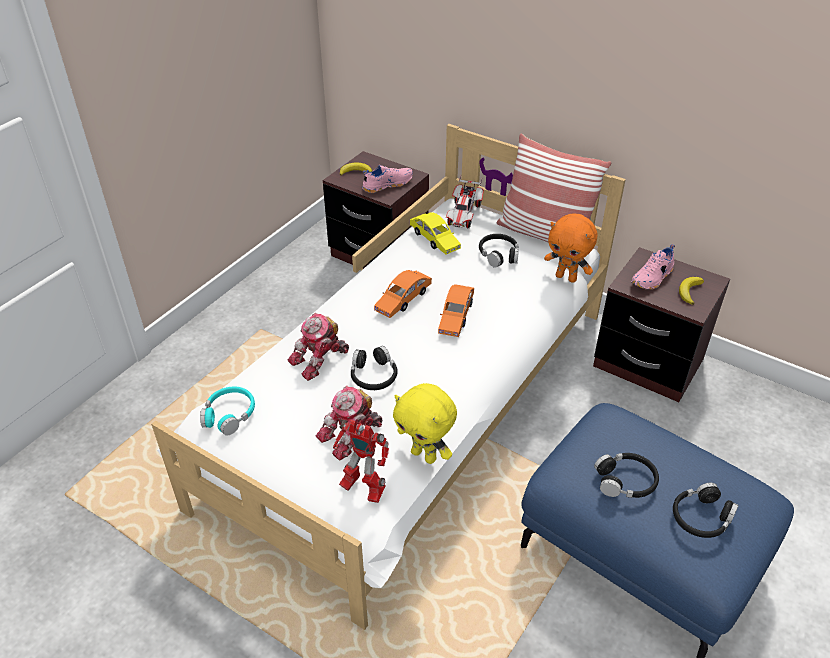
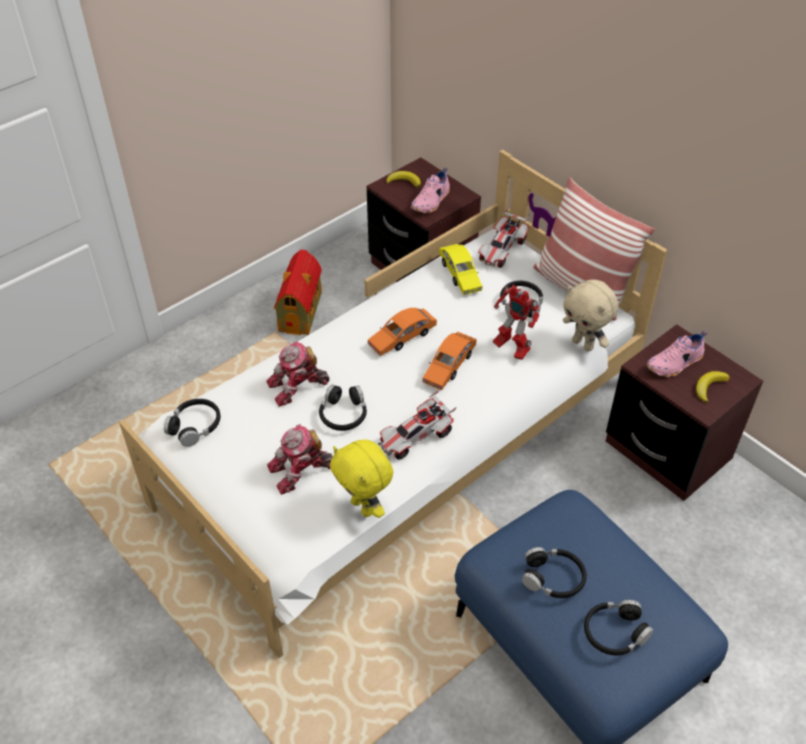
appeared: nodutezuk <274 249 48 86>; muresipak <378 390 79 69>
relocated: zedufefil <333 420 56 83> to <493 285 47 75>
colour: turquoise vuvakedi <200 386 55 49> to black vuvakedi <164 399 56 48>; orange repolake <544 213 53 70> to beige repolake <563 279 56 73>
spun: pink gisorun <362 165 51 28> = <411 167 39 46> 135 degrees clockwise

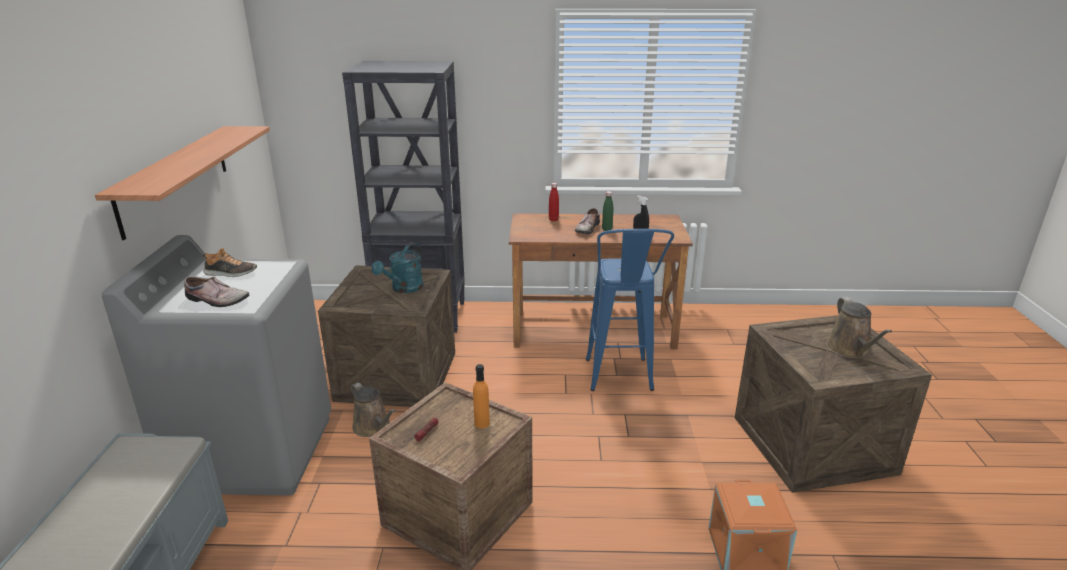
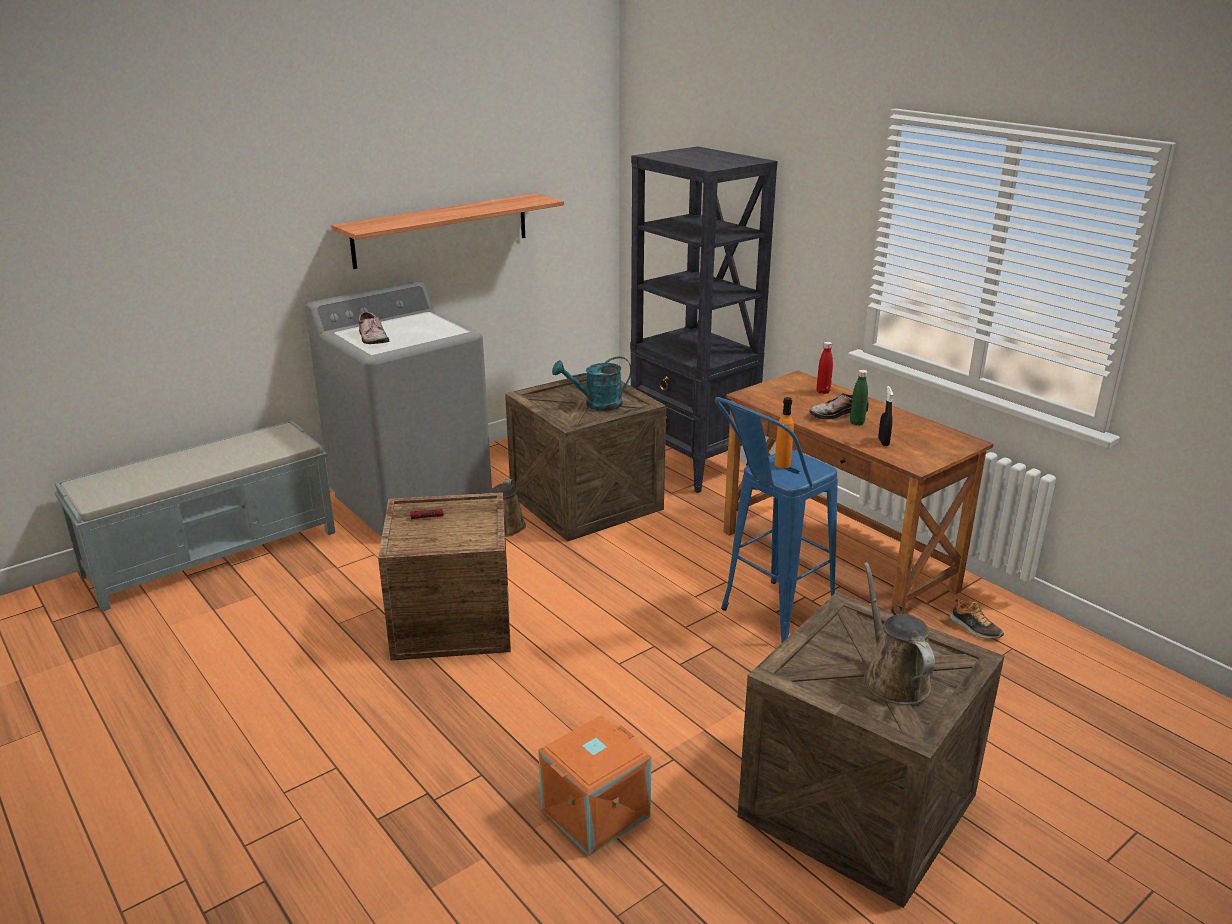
relocated: gisorun <203 248 54 29> to <949 598 55 41>; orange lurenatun <473 364 17 65> to <775 397 19 71>
spun: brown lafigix <826 297 66 61> = <864 562 71 143> 120 degrees clockwise

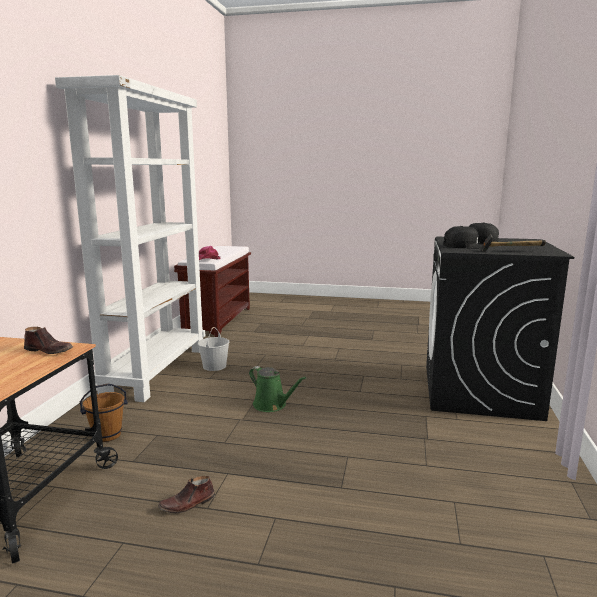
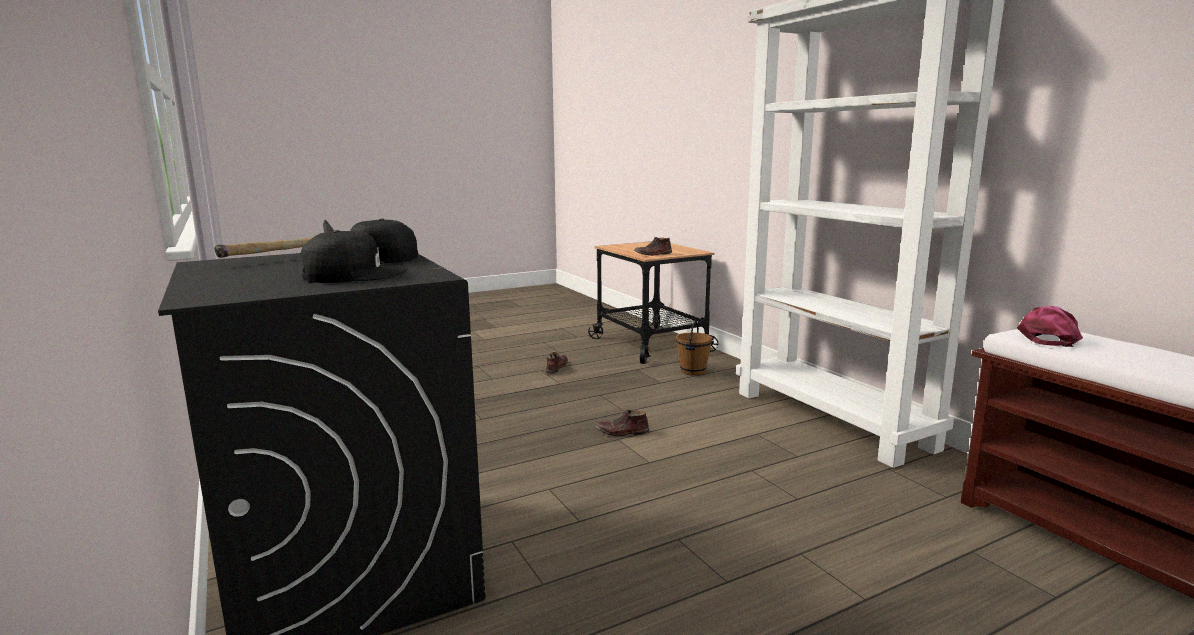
missing: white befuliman <198 327 31 44>
exchanged: green lafigix <249 366 57 46> to brown gisorun <595 410 54 26>

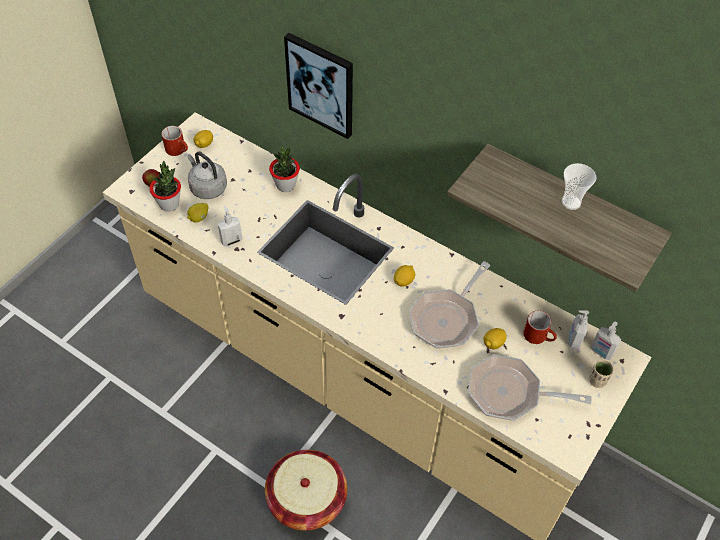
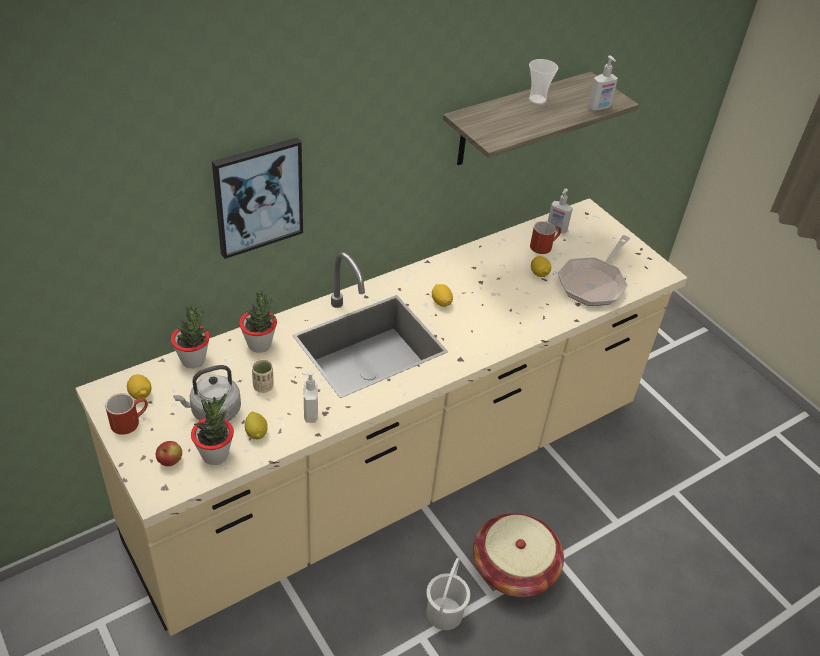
missing: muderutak <409 261 82 88>
appeared: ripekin <171 303 39 65>; white befuliman <426 558 44 72>
relocated: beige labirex <589 360 25 28> to <252 359 21 34>; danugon <591 322 30 38> to <588 55 30 56>

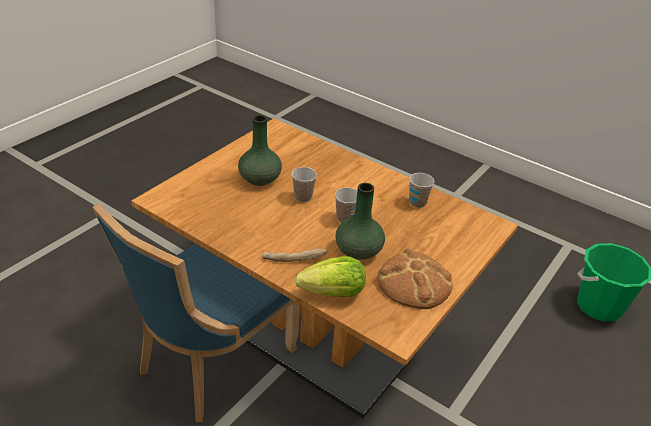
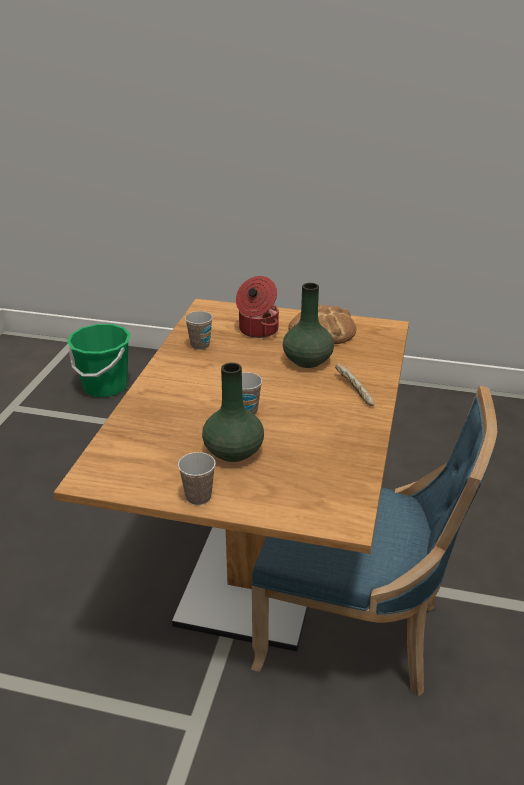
missing: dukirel <295 256 71 41>
appeared: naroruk <236 276 43 62>
relocated: labirex <335 187 22 36> to <178 452 38 53>

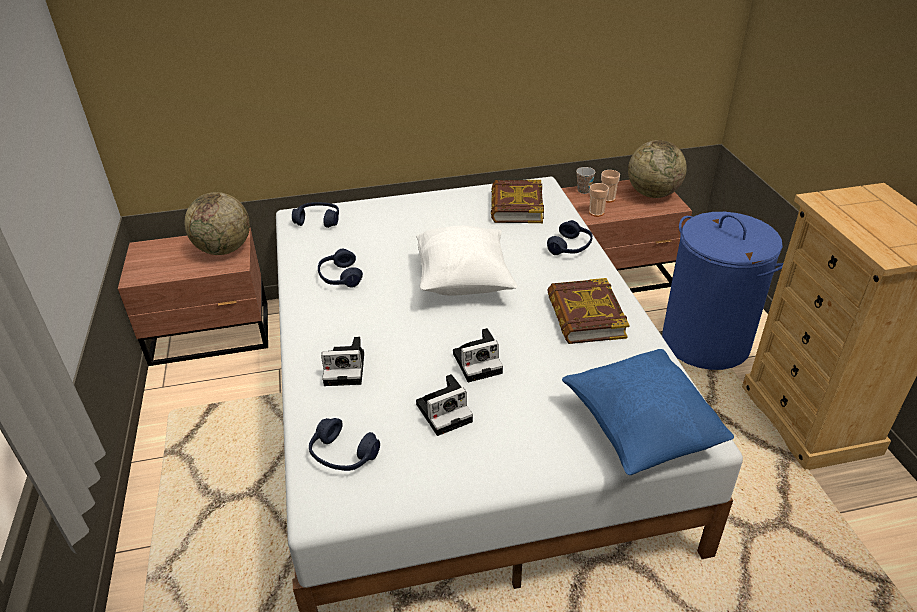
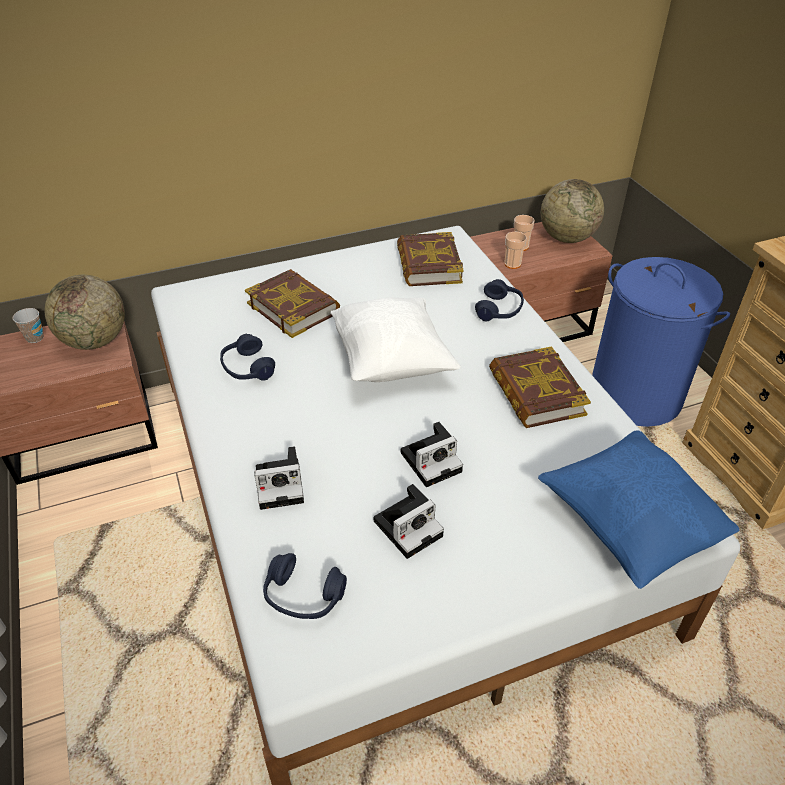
missing: blue vuvakedi <292 202 47 26>
appeared: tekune <245 269 95 69>
relocated: labirex <576 167 19 27> to <12 308 32 35>

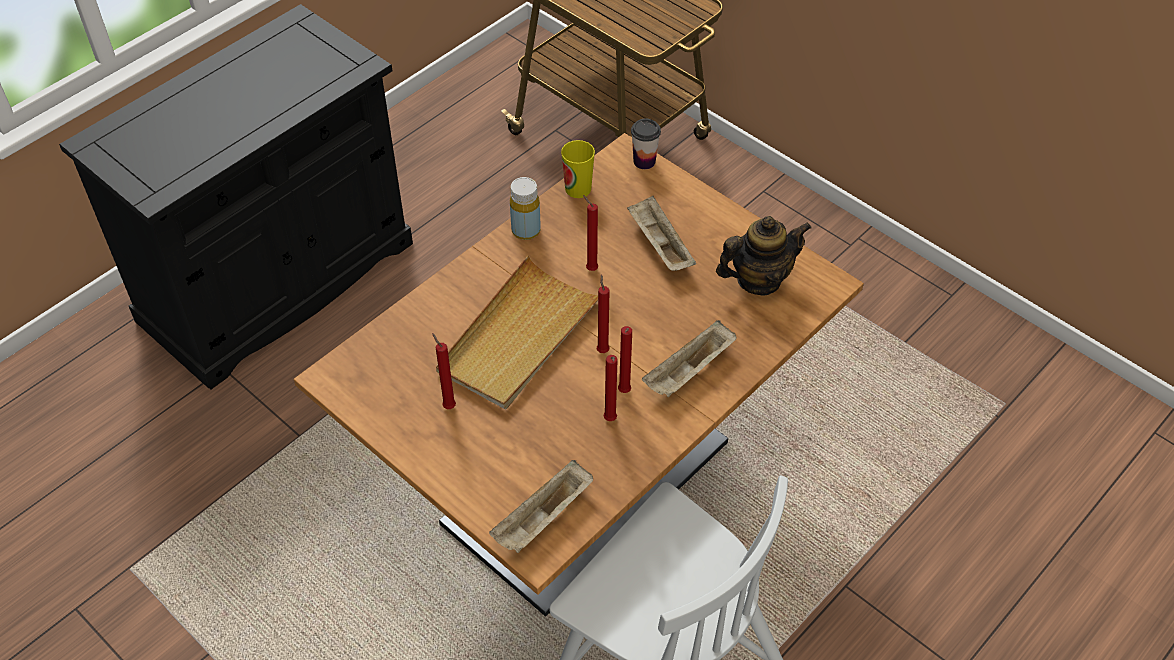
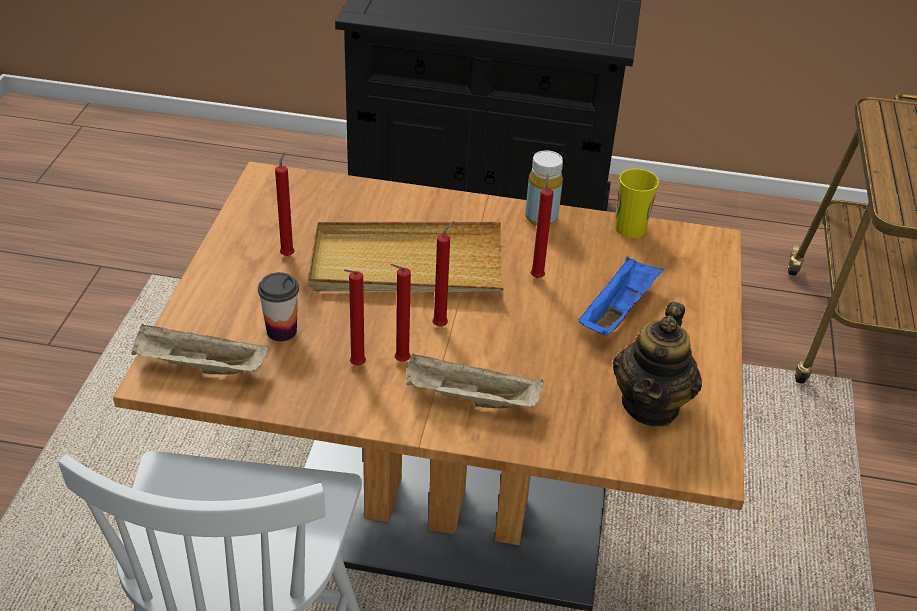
relocated: labirex <631 119 30 50> to <258 272 41 69>
colour: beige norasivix <627 196 69 75> to blue norasivix <578 257 86 79>
spun: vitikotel <716 216 96 80> = <613 302 89 125> 75 degrees clockwise

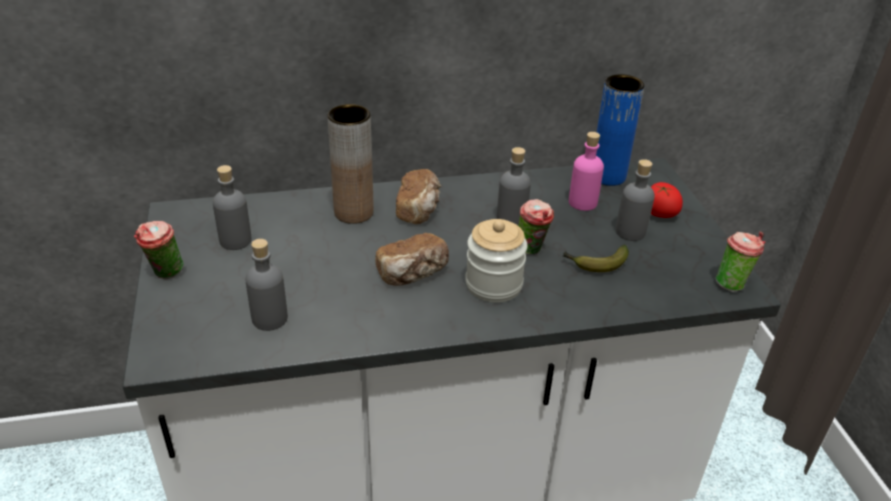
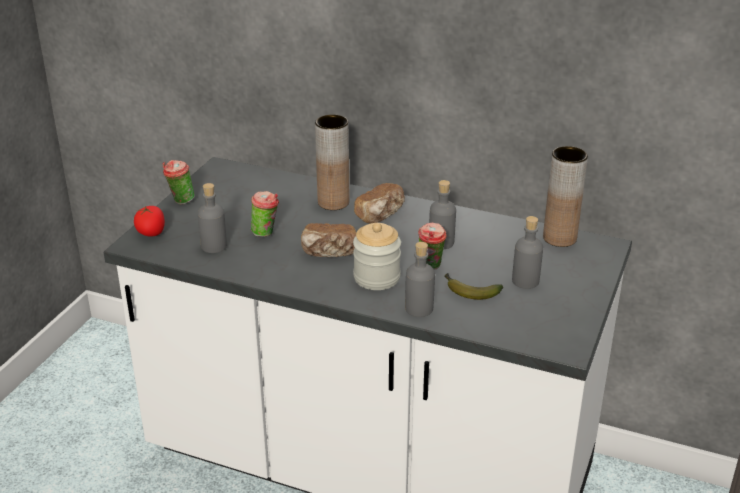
missing: pink lurenatun <569 132 35 79>
relocated: grey lurenatun <213 165 39 85> to <405 242 30 75>; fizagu <651 182 32 36> to <134 206 31 31>; labirex <715 232 50 60> to <251 191 28 46>
colour: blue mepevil <596 74 49 112> to brown mepevil <543 146 45 101>

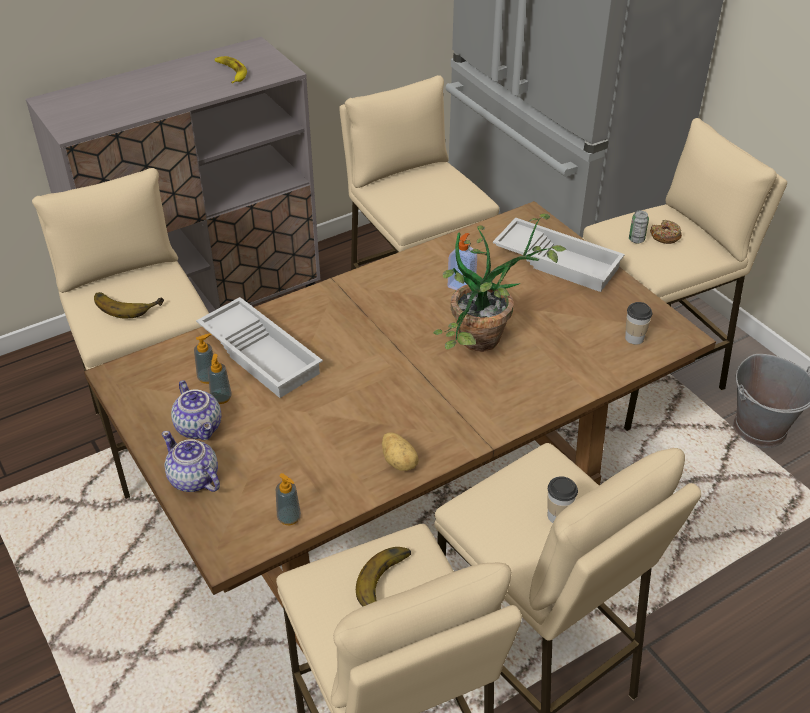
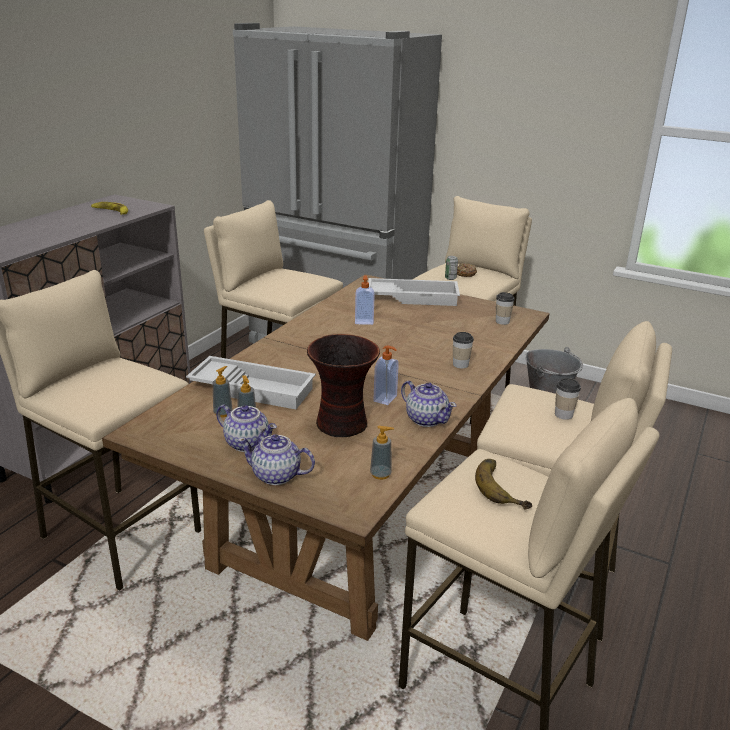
missing: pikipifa <94 292 70 27>; ripekin <433 214 133 138>
appeared: mepevil <307 334 73 103>; danugon <374 346 25 59>; labirex <453 332 21 36>
exchanged: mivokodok <382 433 37 38> to vitikotel <401 381 56 46>

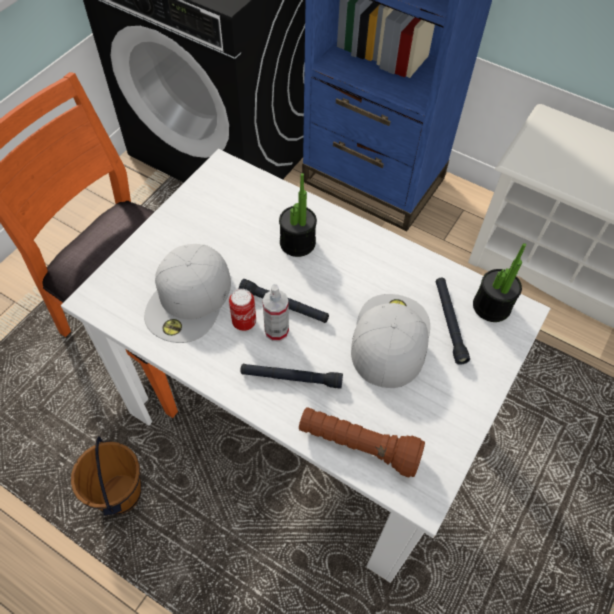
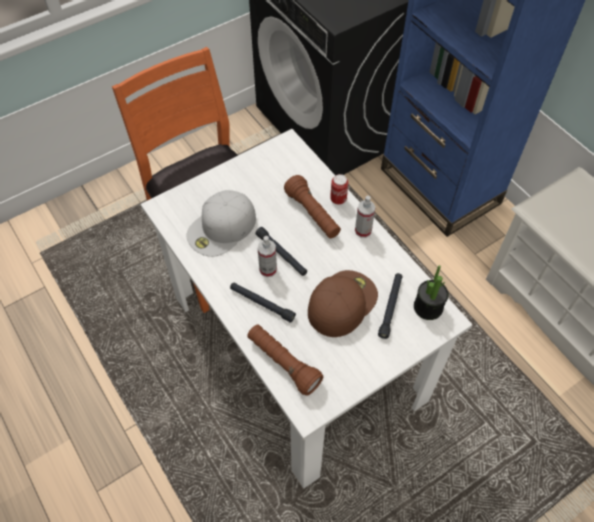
missing: brown befuliman <71 436 71 80>
appeared: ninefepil <355 196 21 42>
relocated: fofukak <229 289 27 42> to <330 174 18 30>
exchanged: ripekin <279 173 38 84> to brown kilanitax <284 175 57 63>
colour: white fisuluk <351 294 79 94> to brown fisuluk <308 270 70 67>

